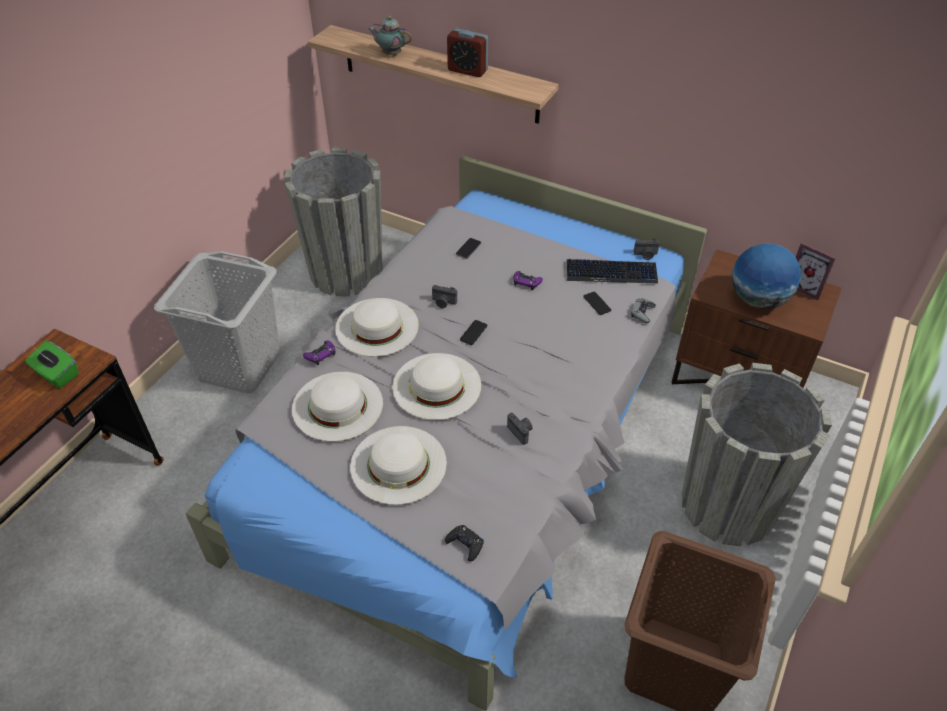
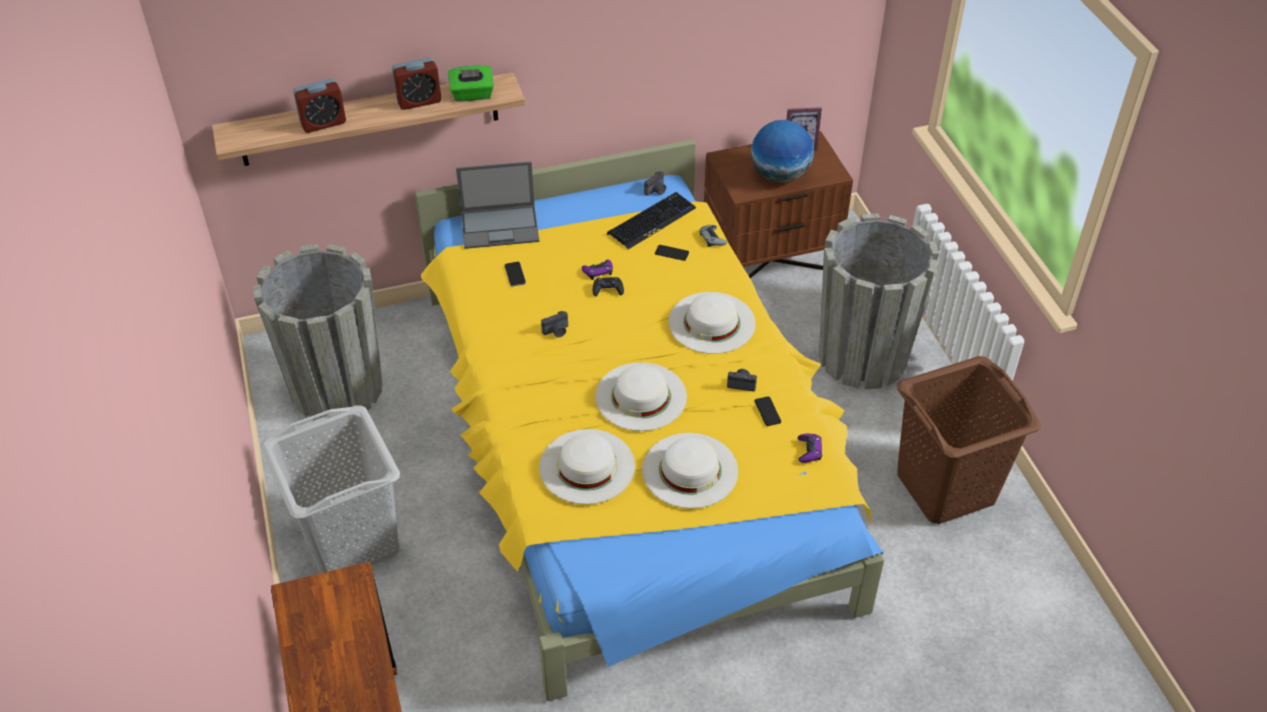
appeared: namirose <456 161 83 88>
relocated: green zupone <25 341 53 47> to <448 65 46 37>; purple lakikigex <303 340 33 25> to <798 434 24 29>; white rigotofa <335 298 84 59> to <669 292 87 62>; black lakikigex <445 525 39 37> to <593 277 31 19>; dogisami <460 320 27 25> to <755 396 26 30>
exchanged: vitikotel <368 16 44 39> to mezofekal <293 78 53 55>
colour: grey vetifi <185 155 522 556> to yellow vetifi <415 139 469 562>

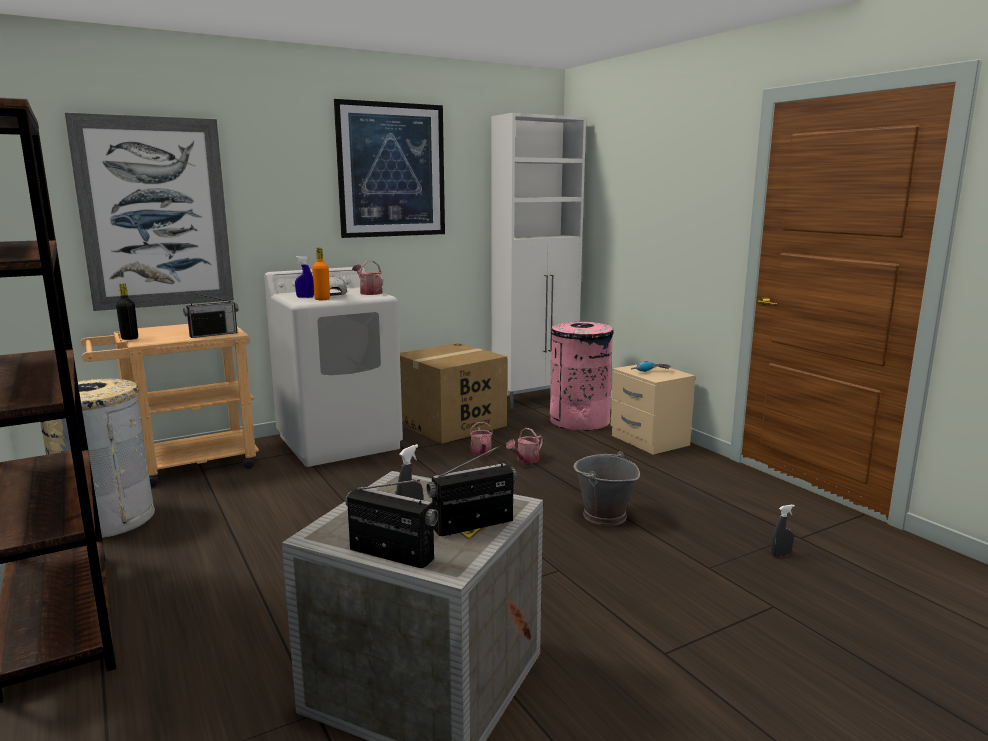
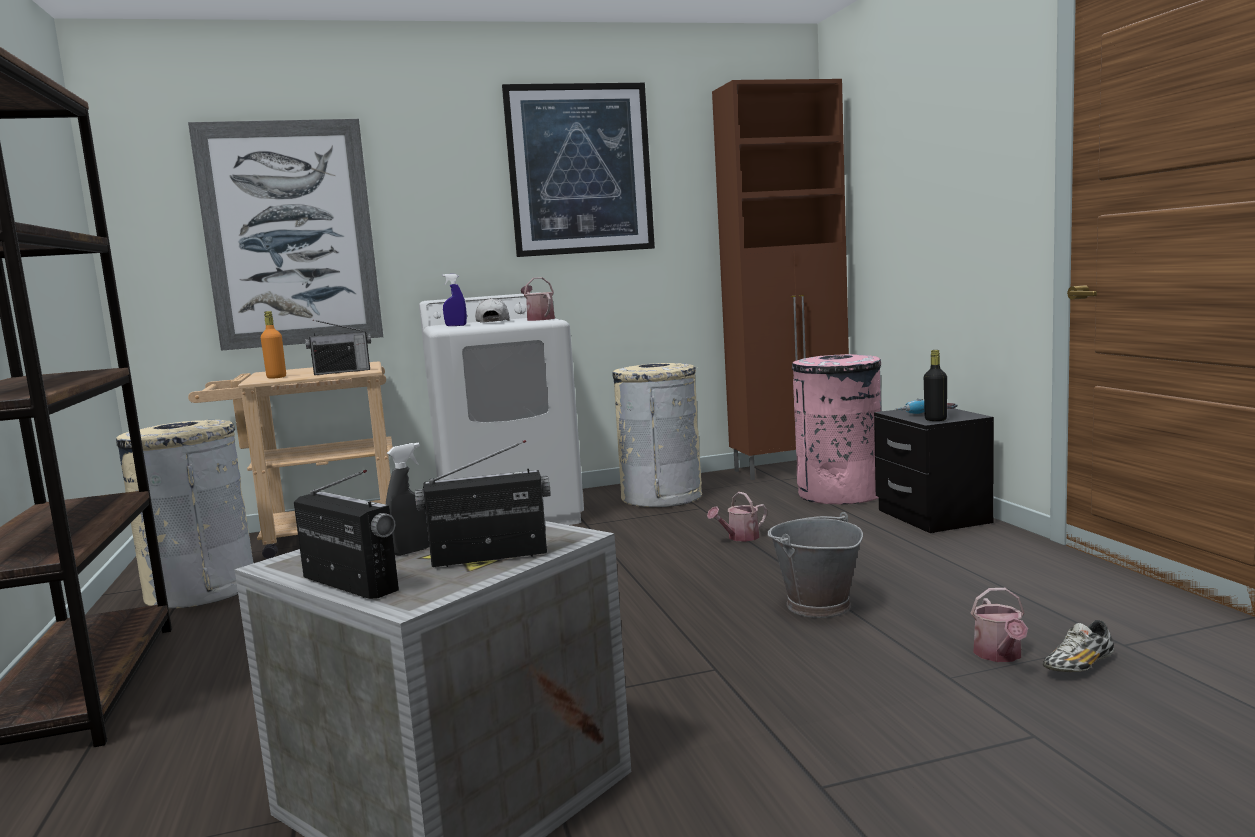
relocated: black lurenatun <116 284 22 56> to <924 350 23 71>; orange lurenatun <312 248 18 52> to <261 311 25 68>; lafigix <469 422 24 34> to <971 588 57 74>
exchanged: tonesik <400 343 107 101> to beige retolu <612 363 90 144>; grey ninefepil <771 505 24 52> to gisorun <1043 620 71 52>
colour: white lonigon <491 113 95 296> to brown lonigon <712 79 137 401>; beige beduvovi <611 363 84 92> to black beduvovi <874 408 120 125>

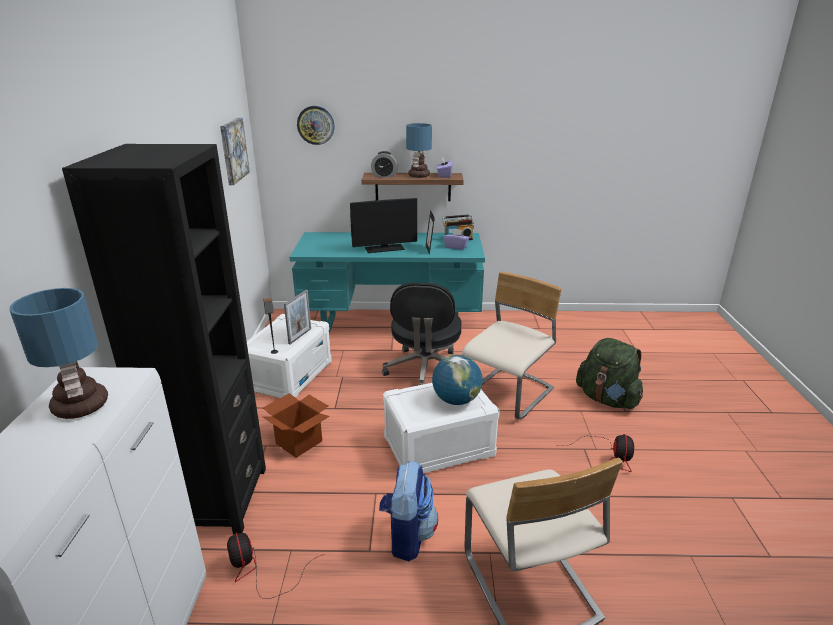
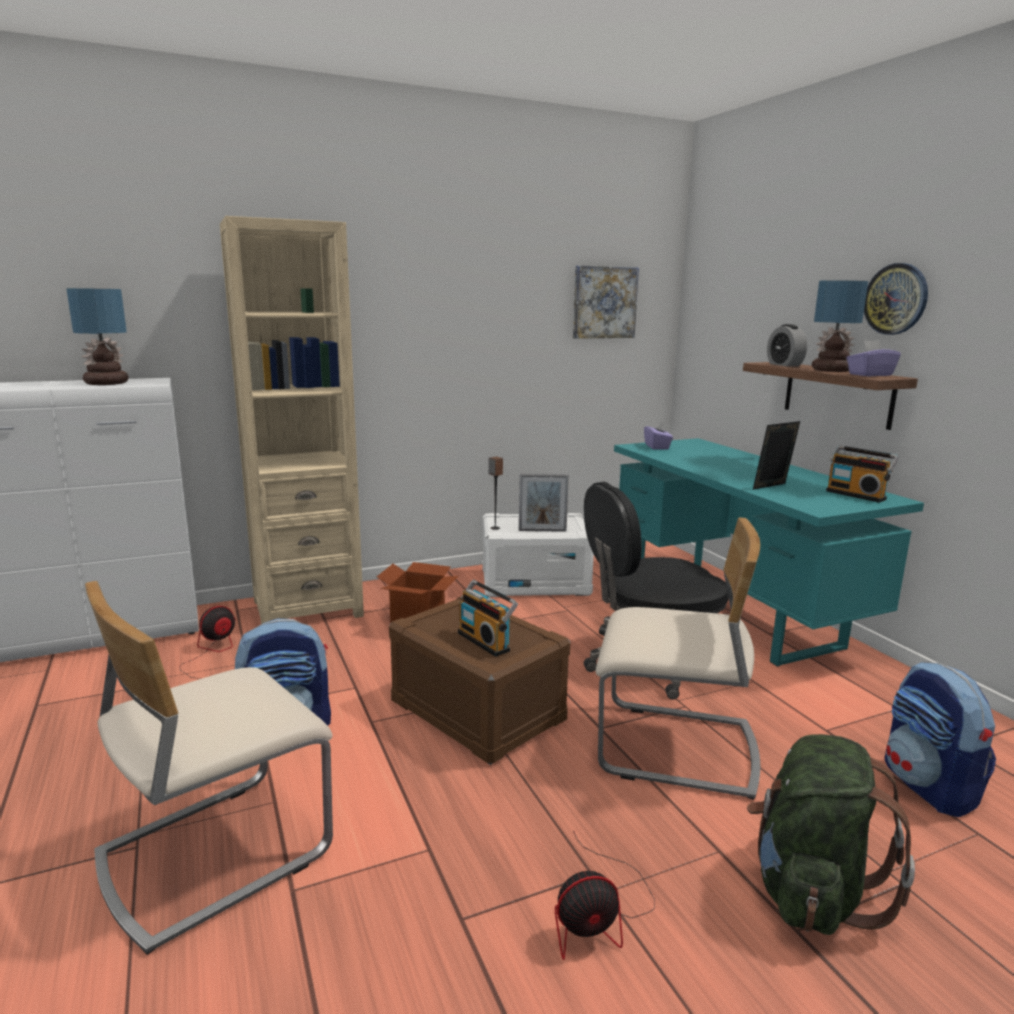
missing: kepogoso <350 198 67 55>
appeared: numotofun <885 662 111 155>
relocated: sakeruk <297 106 38 39> to <864 263 64 72>; purple zupone <443 229 26 21> to <644 421 29 29>
exchanged: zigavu <432 354 51 51> to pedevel <458 580 60 77>
colour: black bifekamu <62 144 204 391> to beige bifekamu <220 216 144 408>; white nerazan <383 383 117 90> to brown nerazan <389 597 181 168>

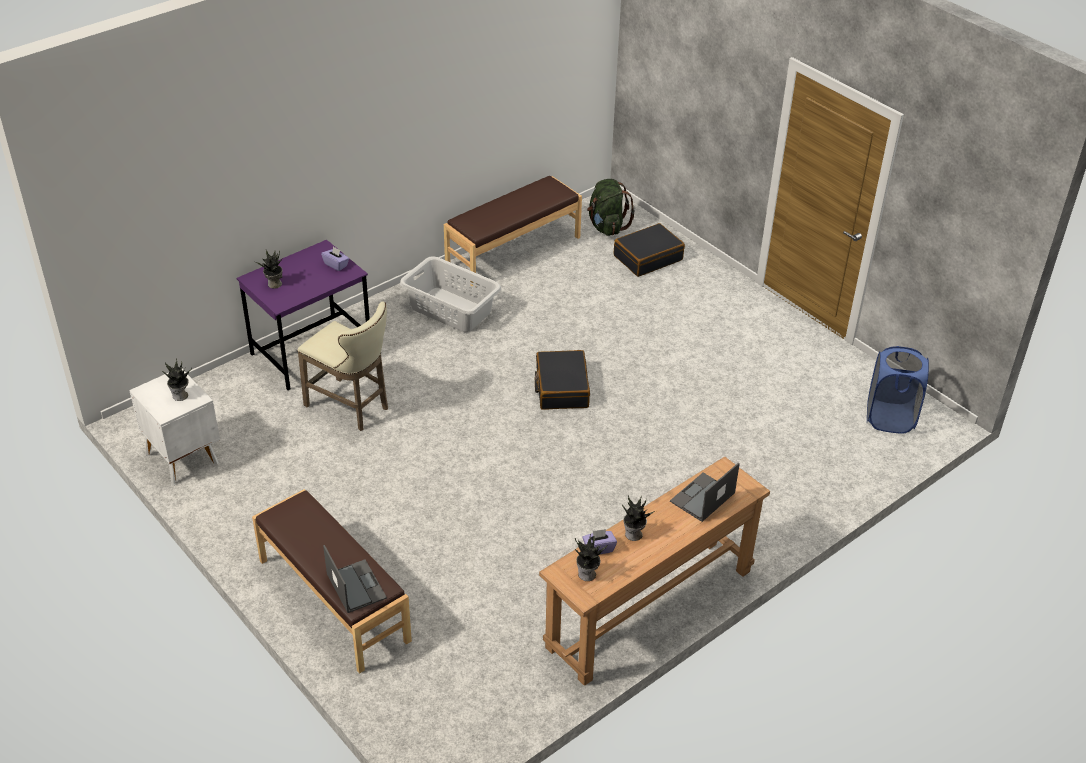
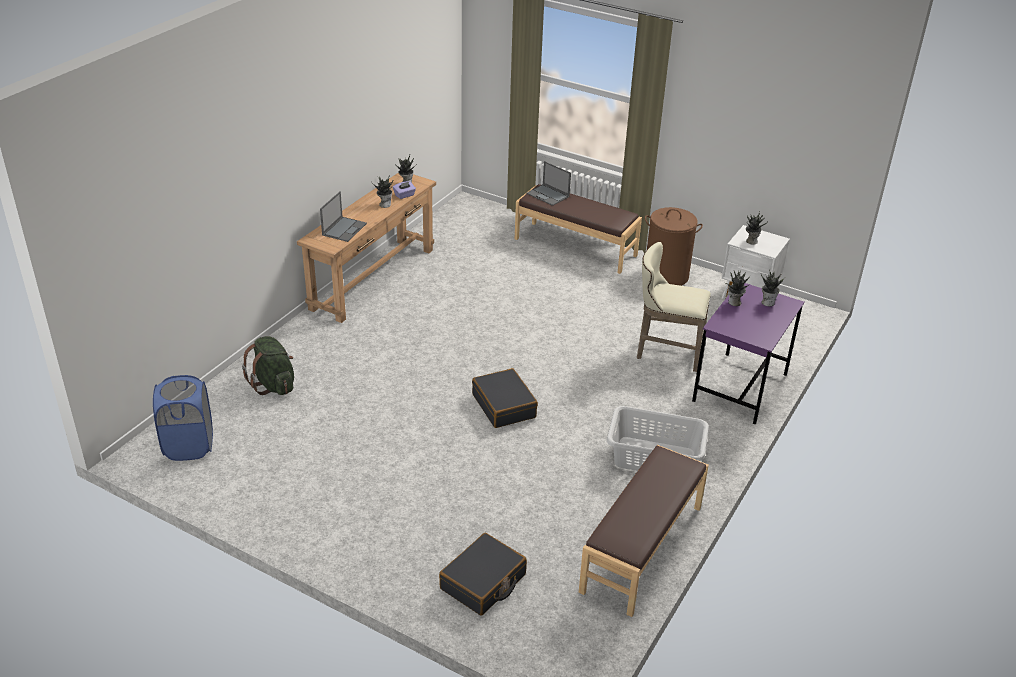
missing: purple zupone <321 246 28 25>
appeared: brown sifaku <645 207 58 79>; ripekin <724 271 26 35>
relocated: green numotofun <587 179 48 57> to <242 336 52 59>

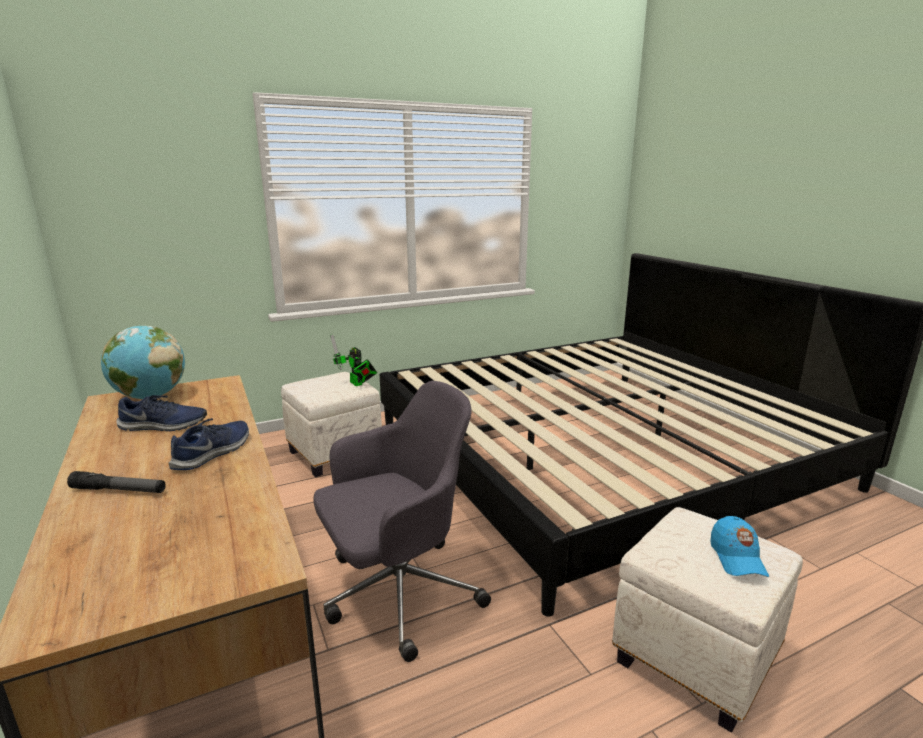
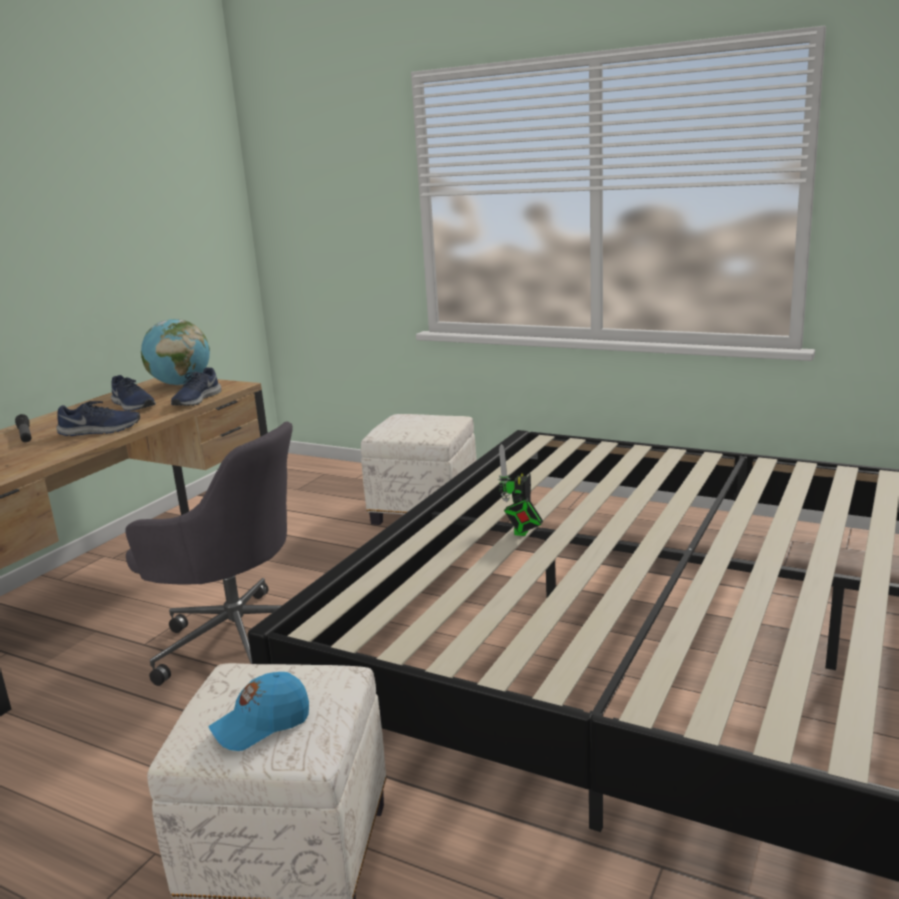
appeared: blue gisorun <171 367 50 39>
relocated: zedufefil <330 334 47 52> to <498 444 45 92>

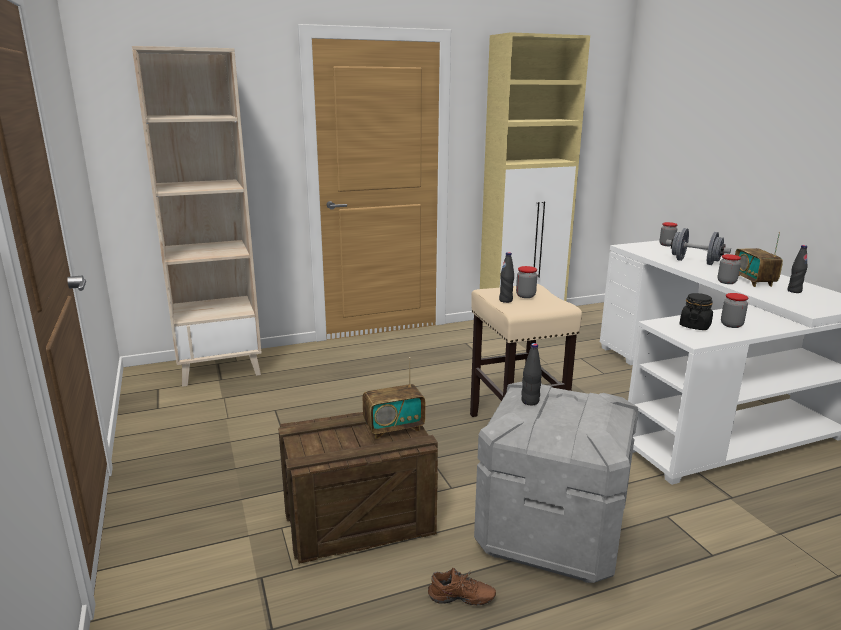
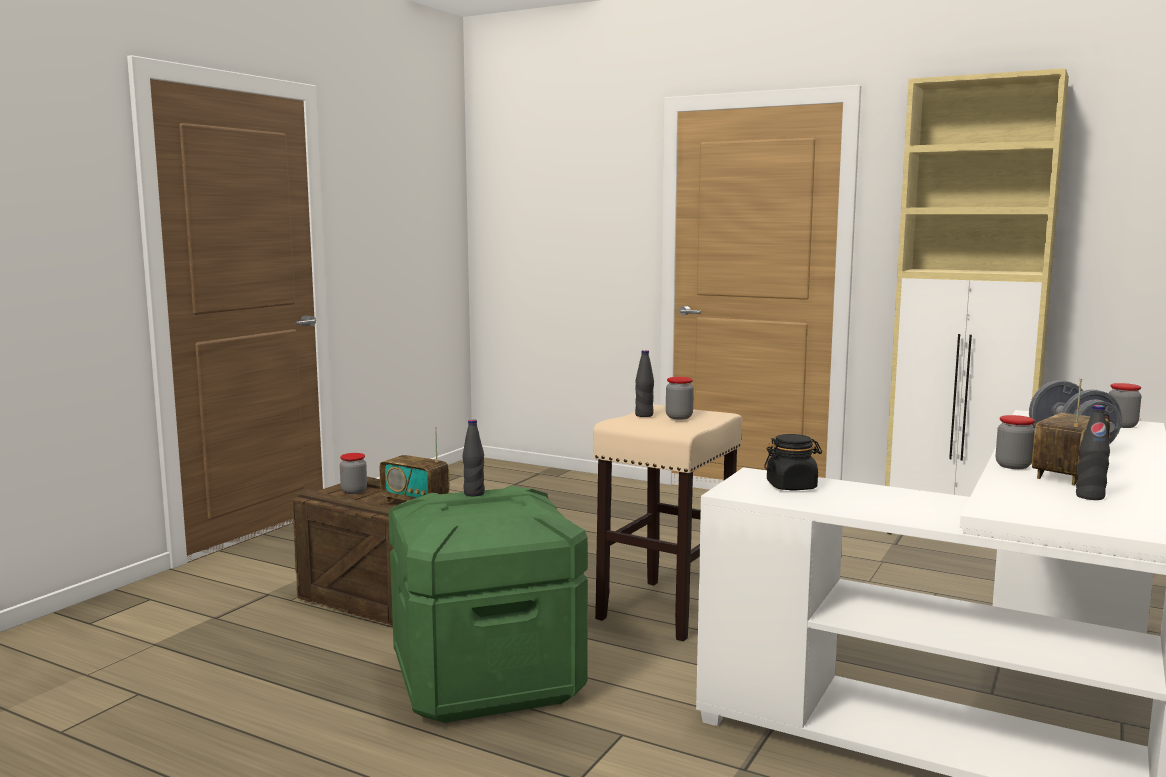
missing: beige bifekamu <132 46 130 341>; brown gisorun <428 568 68 37>
relocated: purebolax <721 293 27 35> to <340 453 27 41>
colour: grey nerazan <474 382 165 201> to green nerazan <389 486 199 237>

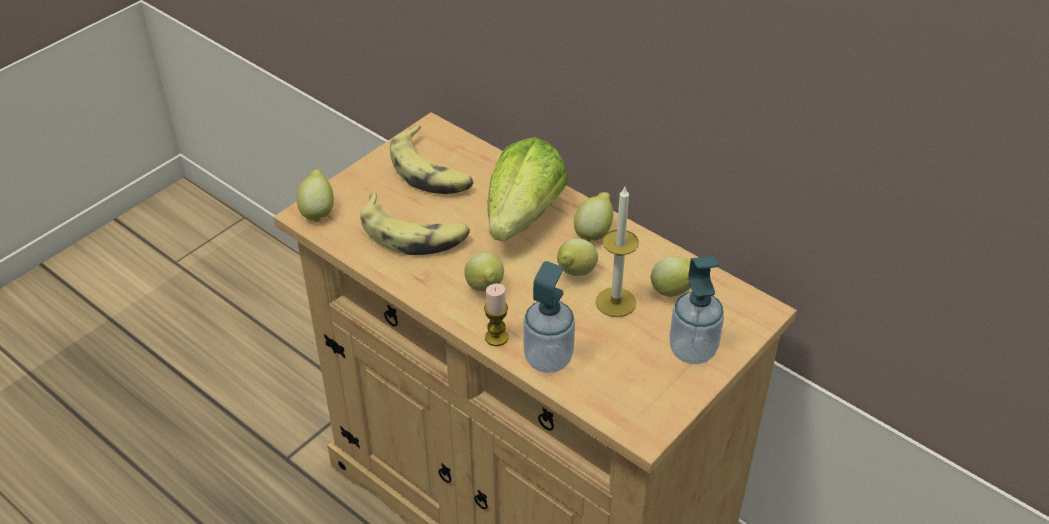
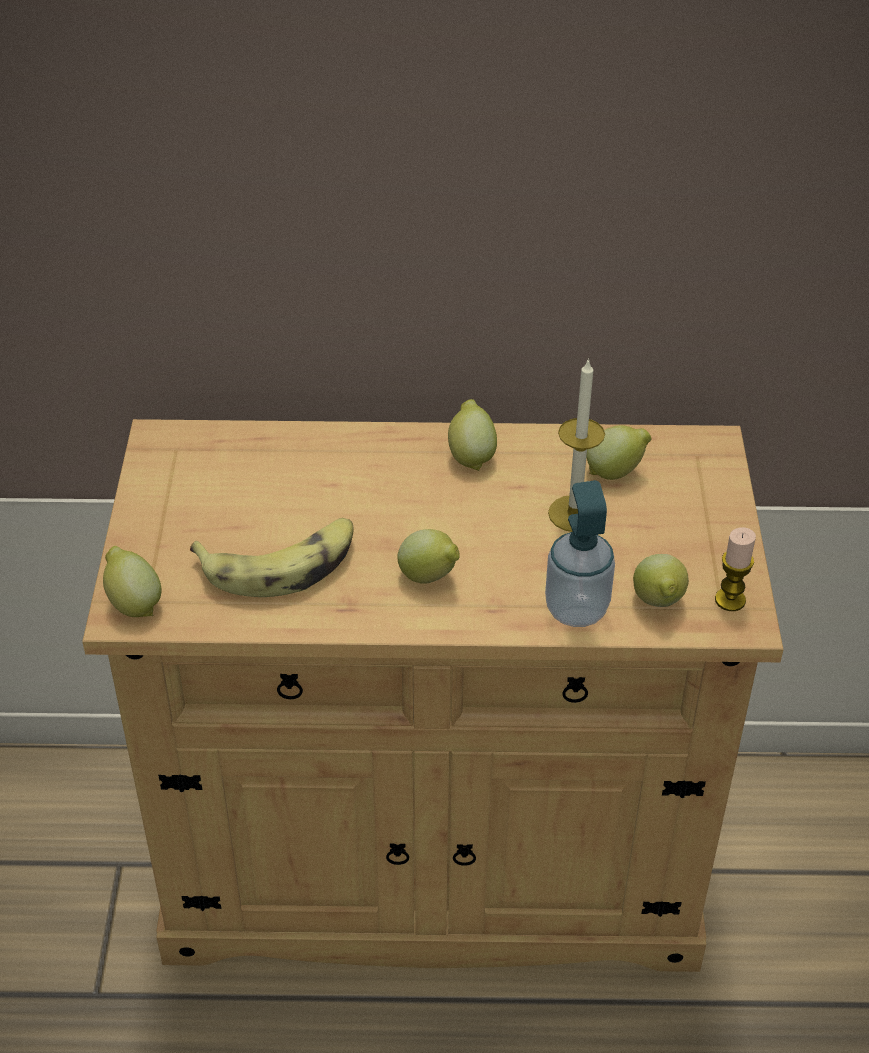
missing: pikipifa <390 125 83 69>; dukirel <487 137 81 105>; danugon <669 256 55 108>
relocated: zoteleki <484 284 24 62> to <715 527 41 84>; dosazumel <557 238 41 38> to <633 554 56 53>

